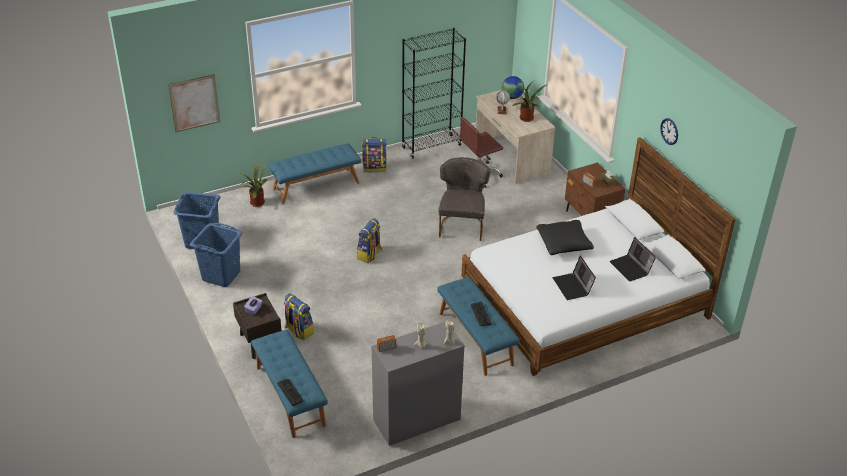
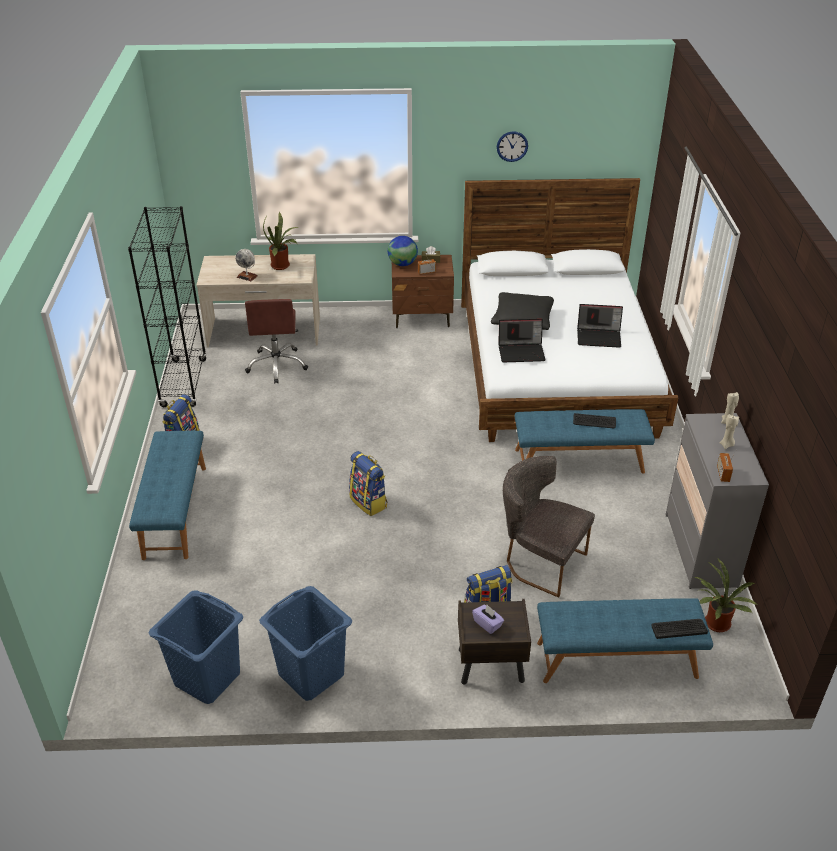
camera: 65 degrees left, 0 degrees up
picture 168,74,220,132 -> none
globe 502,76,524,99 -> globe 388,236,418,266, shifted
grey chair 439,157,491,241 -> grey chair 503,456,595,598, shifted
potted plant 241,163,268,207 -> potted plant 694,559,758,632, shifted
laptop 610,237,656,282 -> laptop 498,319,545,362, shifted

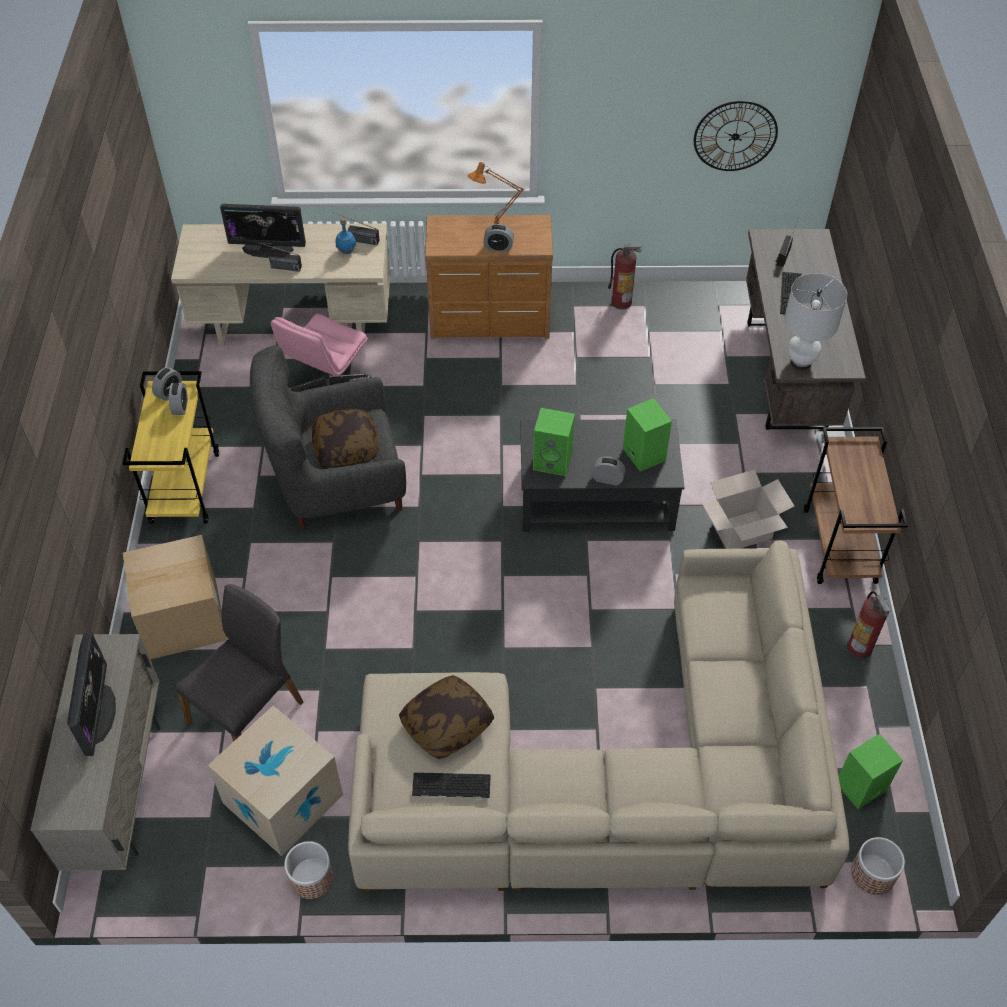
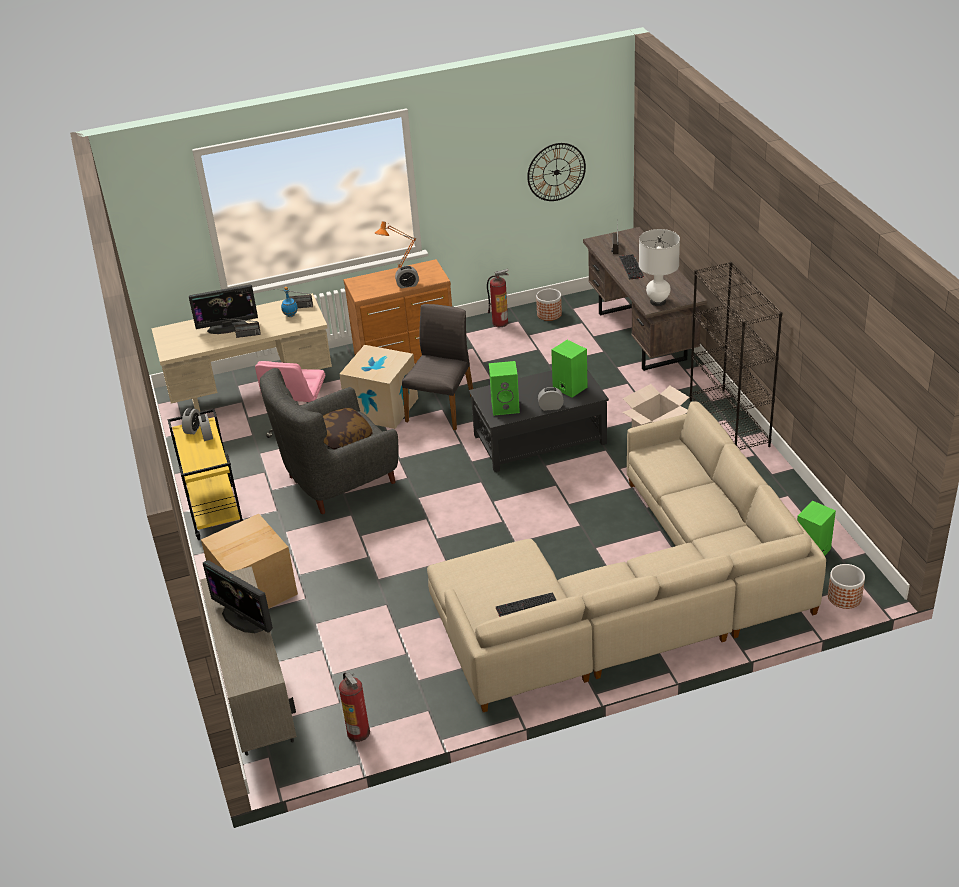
camera: 15 degrees left, 15 degrees down
brown cart 804,427,908,584 -> black bookcase 690,262,782,450
grey chair 175,584,303,742 -> grey chair 402,304,473,430, shifted
fire extinguisher 847,591,891,659 -> fire extinguisher 339,672,370,742, shifted
monitor 67,632,116,756 -> monitor 203,560,273,633, 150 degrees clockwise
pillow 399,675,494,759 -> none
cardboard box 208,706,343,856 -> cardboard box 339,345,418,429, shifted
planter 284,841,333,899 -> planter 536,289,562,321, shifted

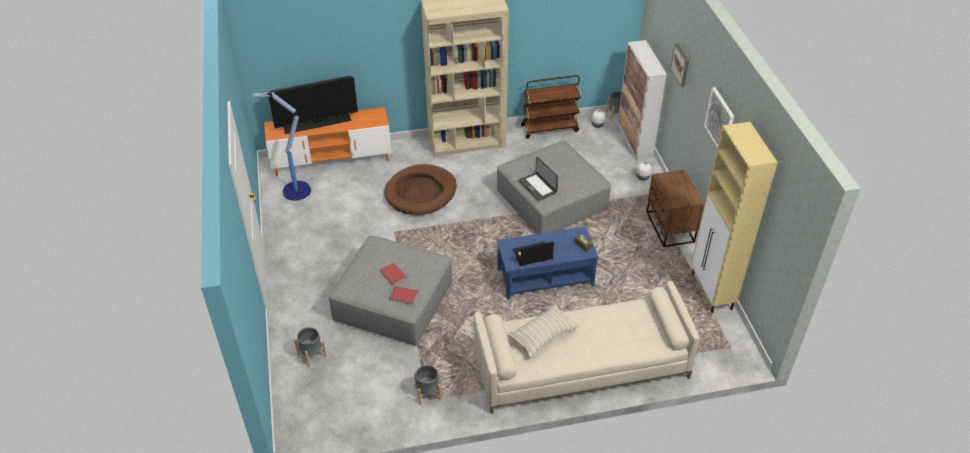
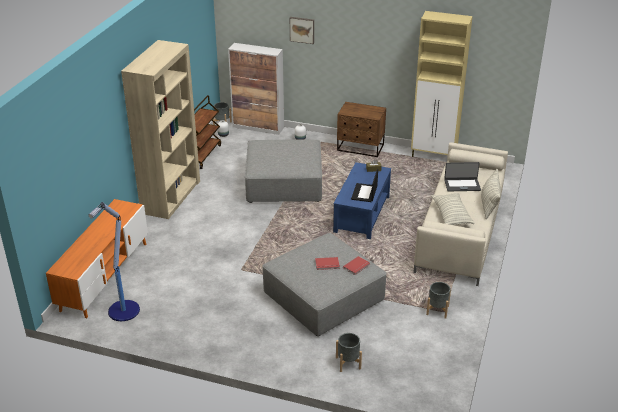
camera: 60 degrees left, 10 degrees down
television 268,76,358,134 -> none
picture 704,87,734,147 -> none
laptop 518,156,558,201 -> laptop 444,162,481,191, shifted
brown dog bed 384,164,457,215 -> none
none -> pillow 481,169,501,219

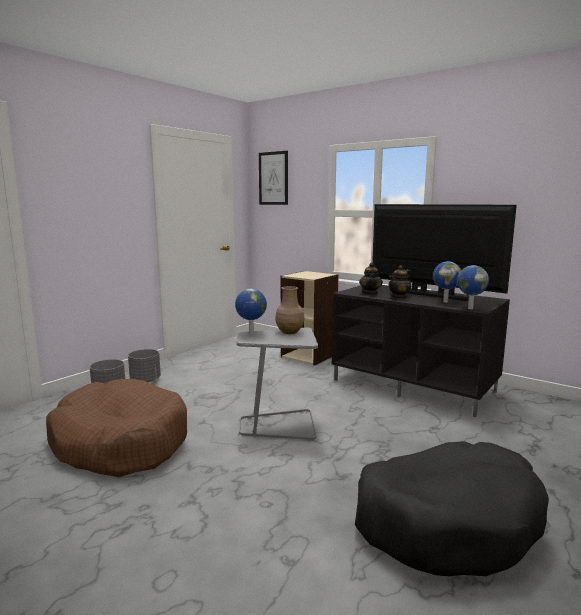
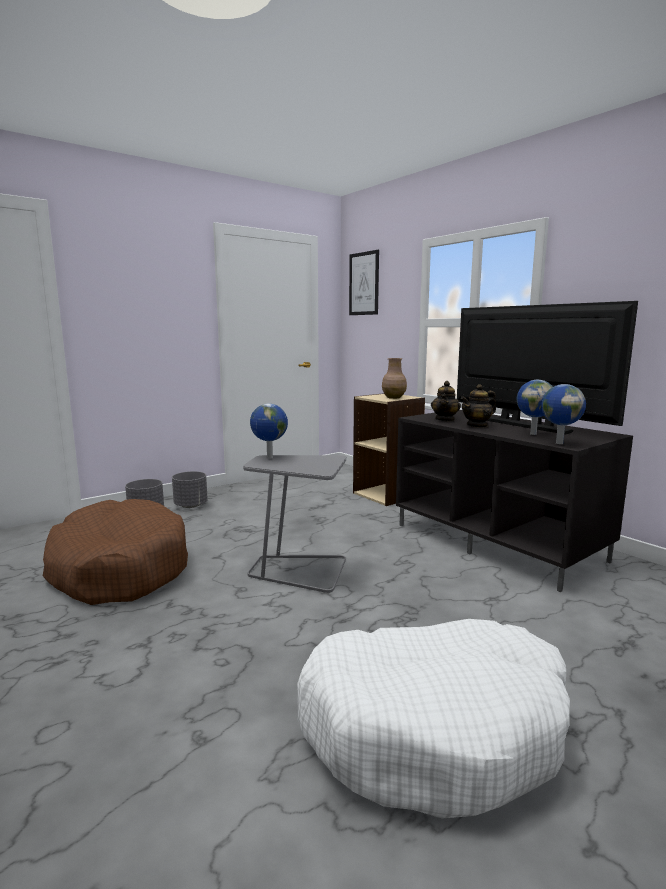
camera: 15 degrees right, 0 degrees up
brown vase 275,286,304,334 -> brown vase 382,358,407,399, shifted
black dog bed 355,441,549,576 -> white dog bed 297,619,570,819

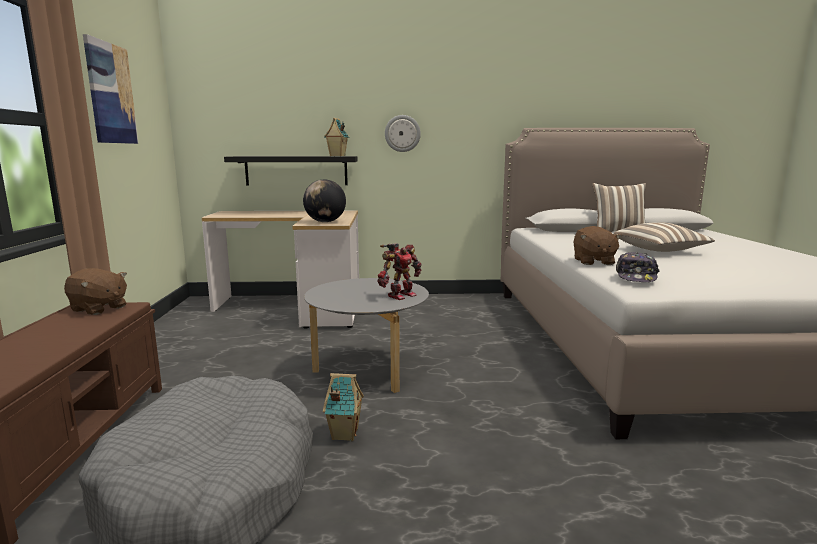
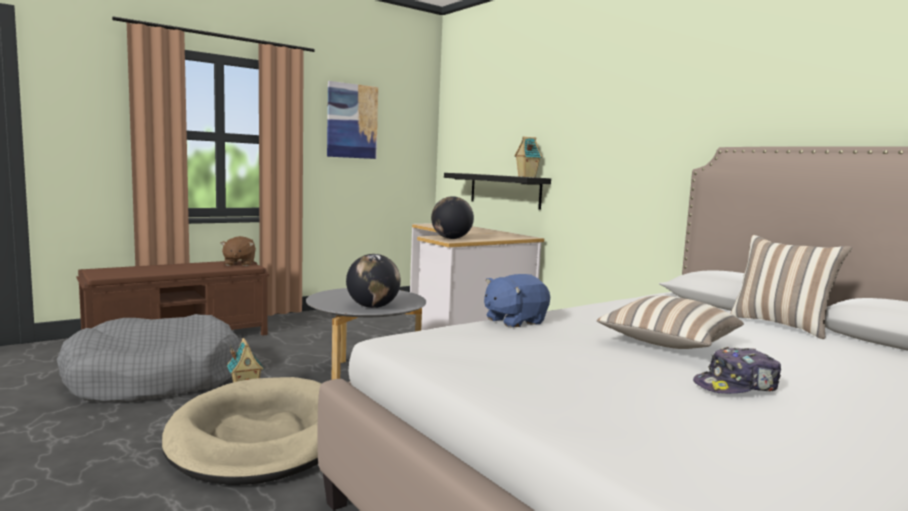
camera: 55 degrees right, 5 degrees down
wall clock 385,115,421,152 -> none
brown plush toy 573,226,622,265 -> blue plush toy 484,274,550,328
toy robot 378,243,422,300 -> globe 346,254,401,308
cap 616,252,660,282 -> cap 693,347,781,394, shifted
none -> beige dog bed 162,377,322,485

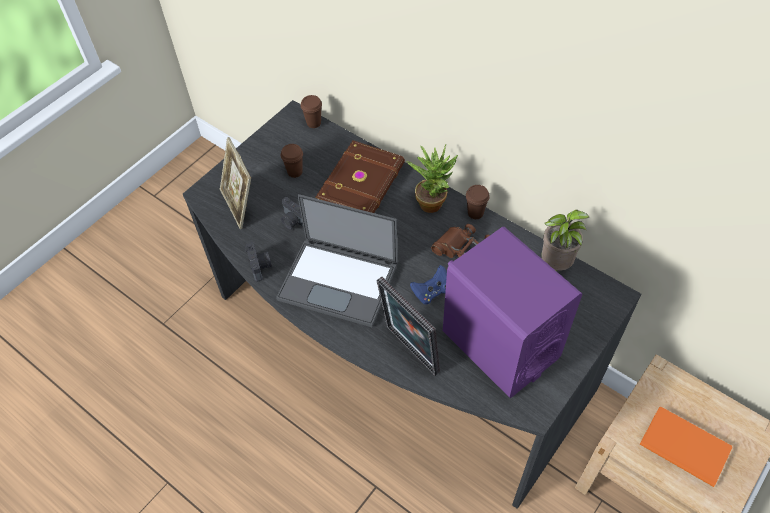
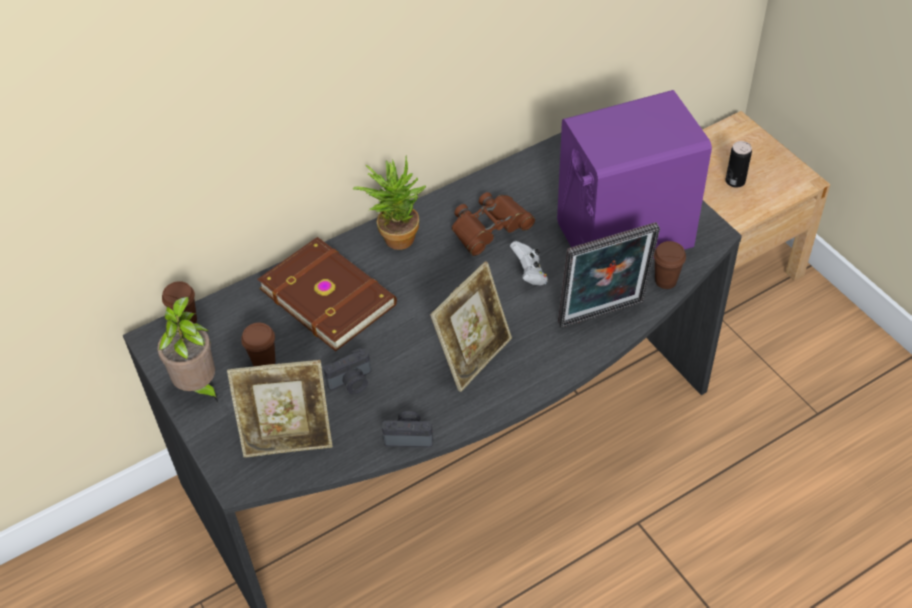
camera: 70 degrees left, 5 degrees down
brown cup 466,185,490,219 -> brown cup 654,241,686,289, shifted
laptop 276,194,398,327 -> picture frame 430,261,512,392
potted plant 541,210,590,271 -> potted plant 157,297,218,403, shifted
blue game controller 410,265,447,305 -> white game controller 510,241,548,285
orange book 640,407,732,487 -> can 725,141,752,188

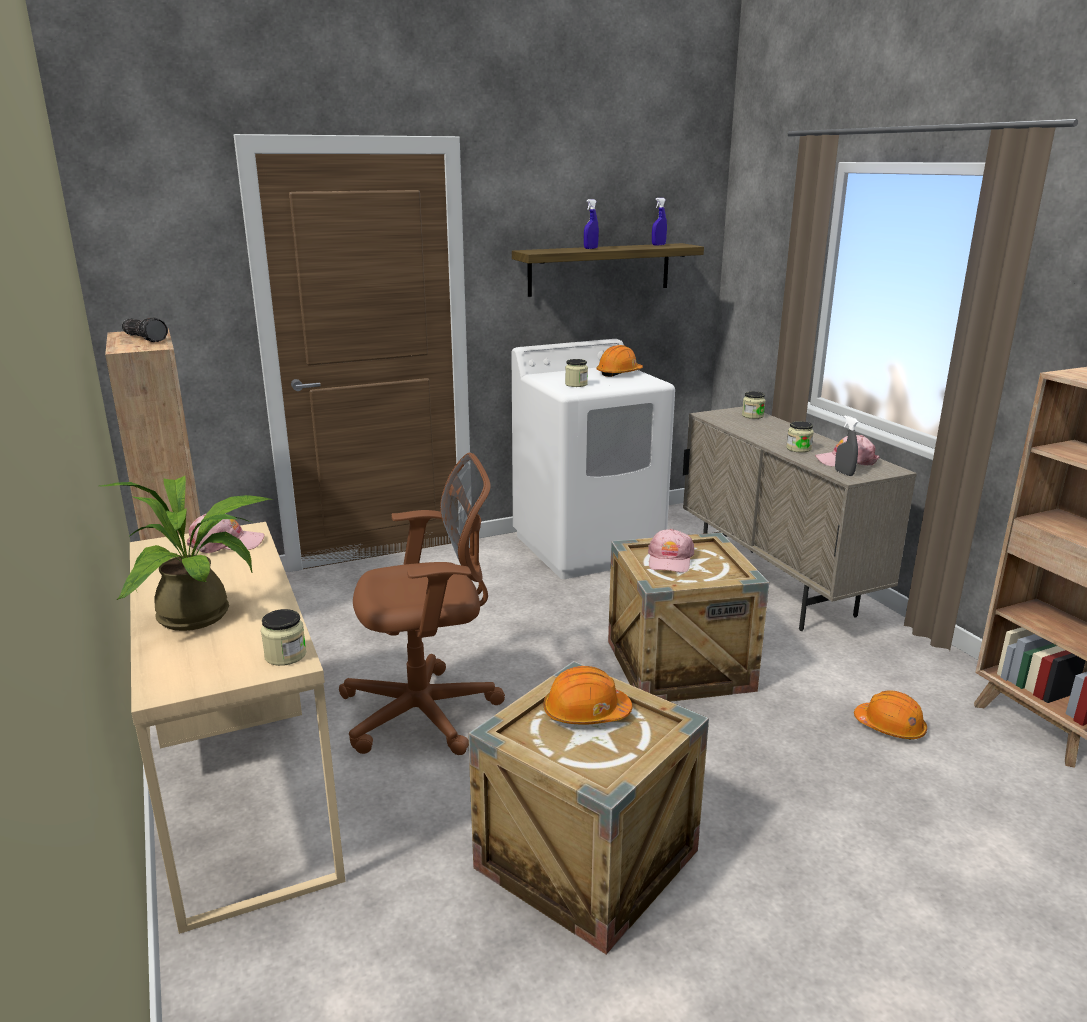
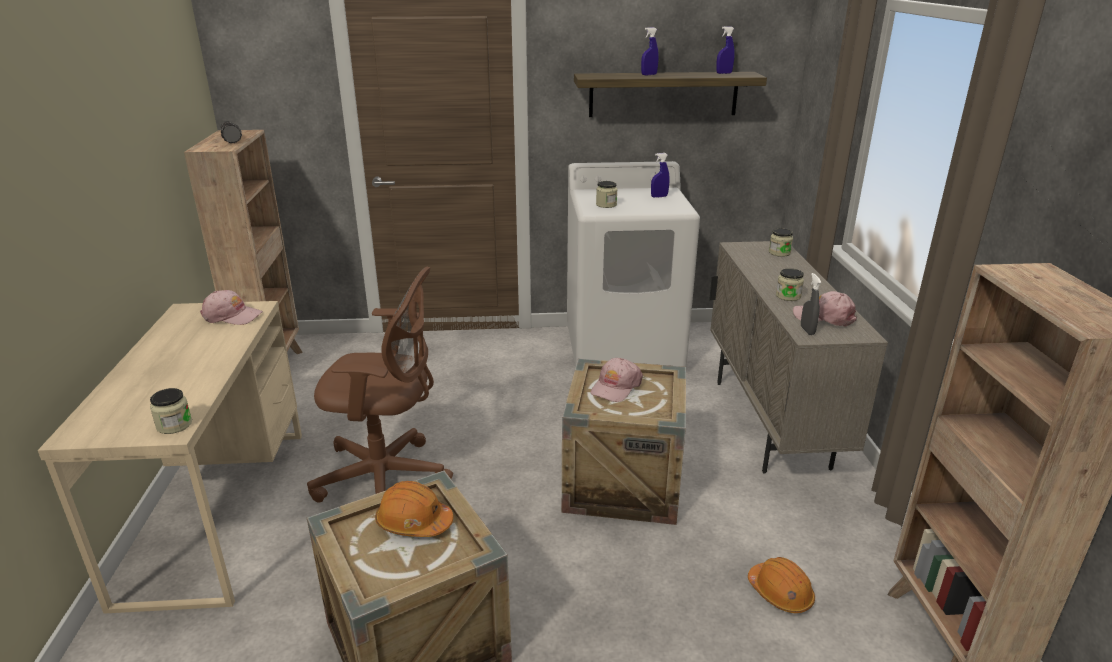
camera: 20 degrees right, 5 degrees up
orange hard hat 596,345,643,377 -> blue spray bottle 651,153,670,198
potted plant 99,476,273,631 -> none

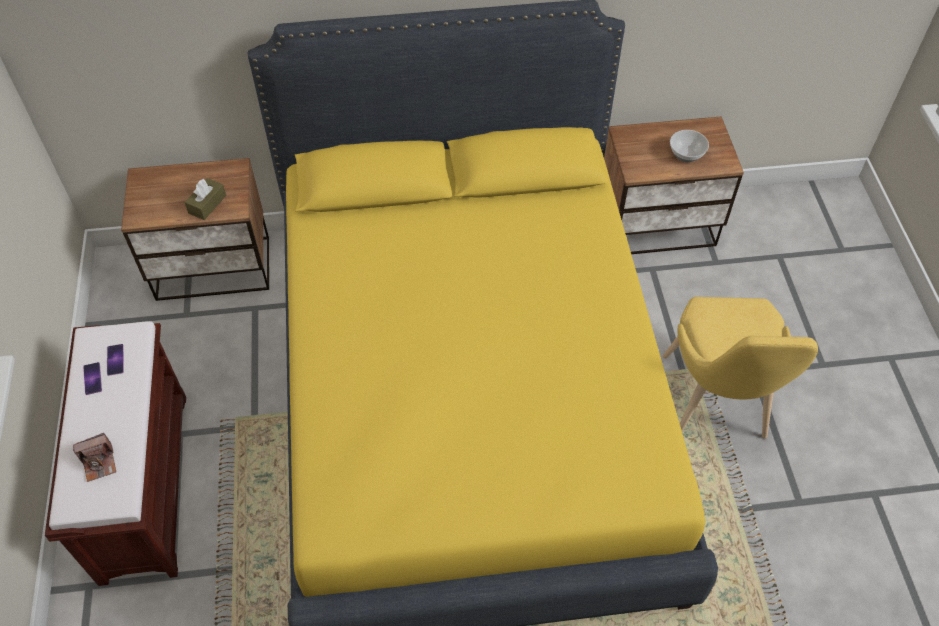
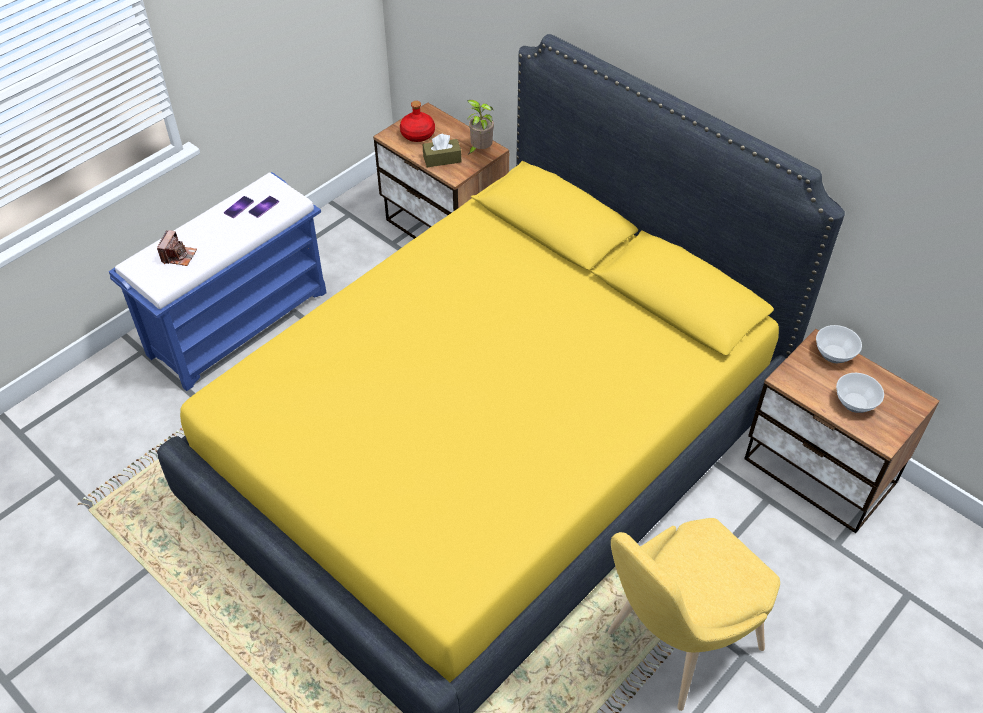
camera: 50 degrees right, 5 degrees down
brown bench 45,321,186,586 -> blue bench 109,172,327,391
photo camera 73,433,116,482 -> photo camera 157,230,197,266, 105 degrees counterclockwise
none -> potted plant 467,100,494,154
none -> red bottle 400,101,435,142
none -> bowl 816,325,862,363

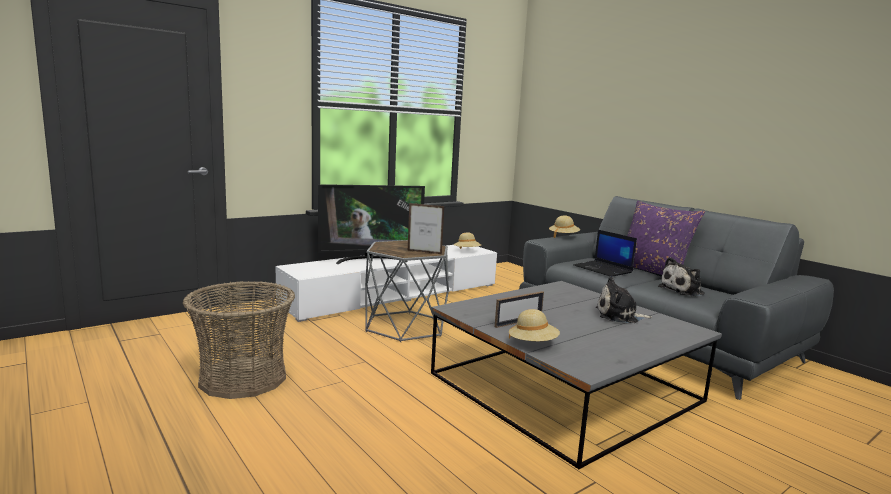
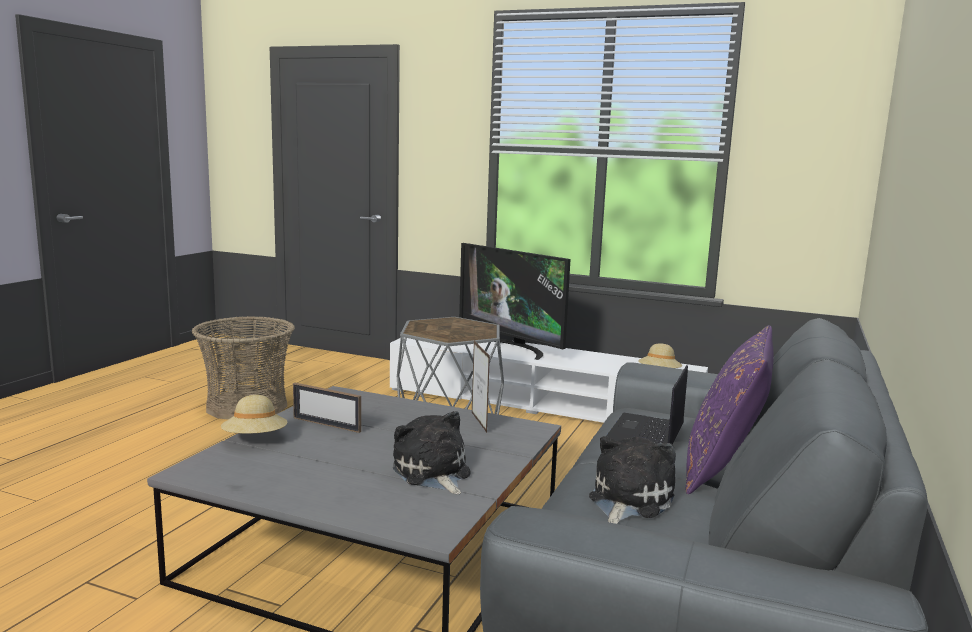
camera: 60 degrees right, 0 degrees up
picture frame 408,203,444,254 -> picture frame 472,341,490,433, shifted
beige hat 549,216,580,238 -> none
plush toy 658,257,705,296 -> plush toy 589,436,676,524, 90 degrees clockwise

